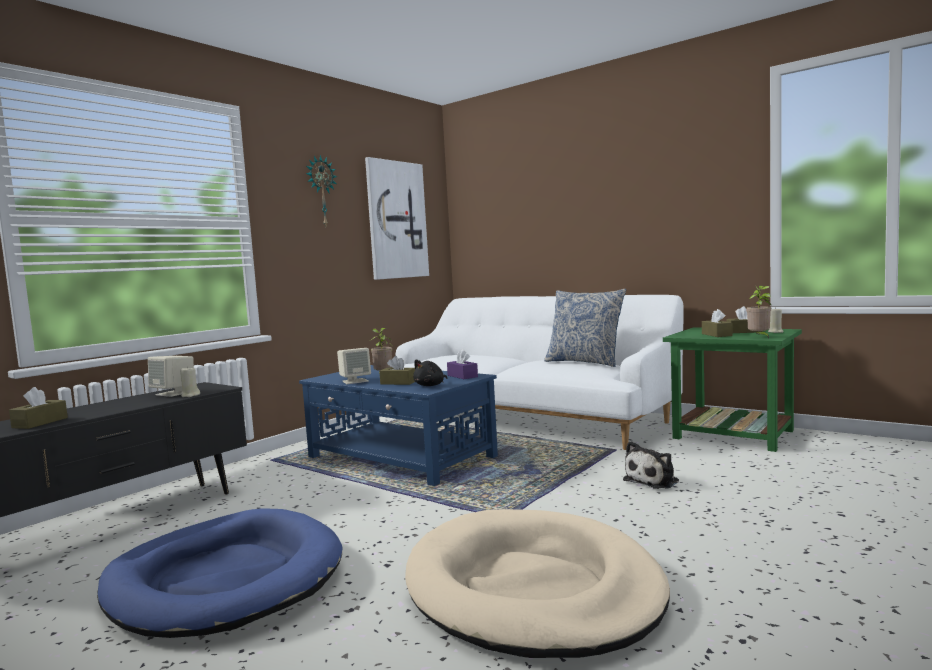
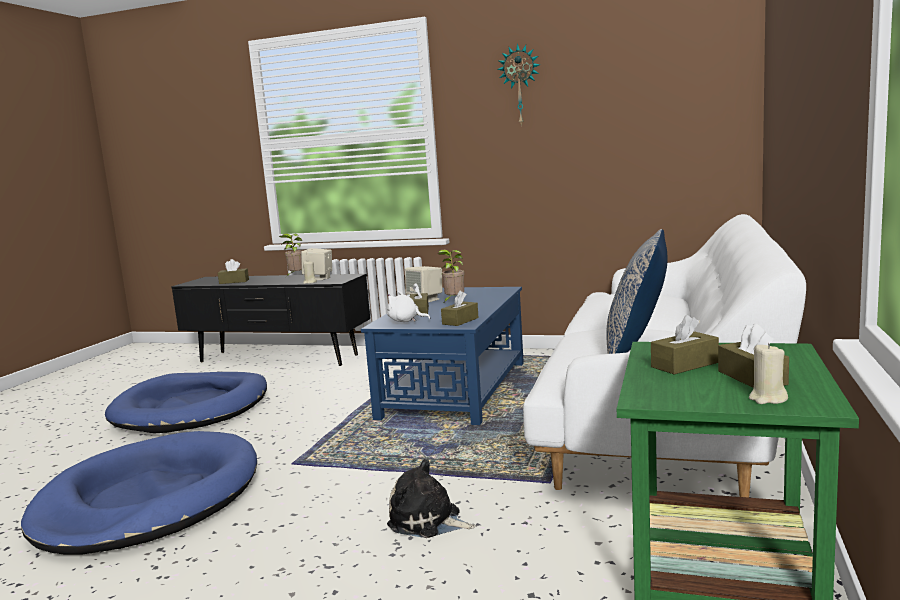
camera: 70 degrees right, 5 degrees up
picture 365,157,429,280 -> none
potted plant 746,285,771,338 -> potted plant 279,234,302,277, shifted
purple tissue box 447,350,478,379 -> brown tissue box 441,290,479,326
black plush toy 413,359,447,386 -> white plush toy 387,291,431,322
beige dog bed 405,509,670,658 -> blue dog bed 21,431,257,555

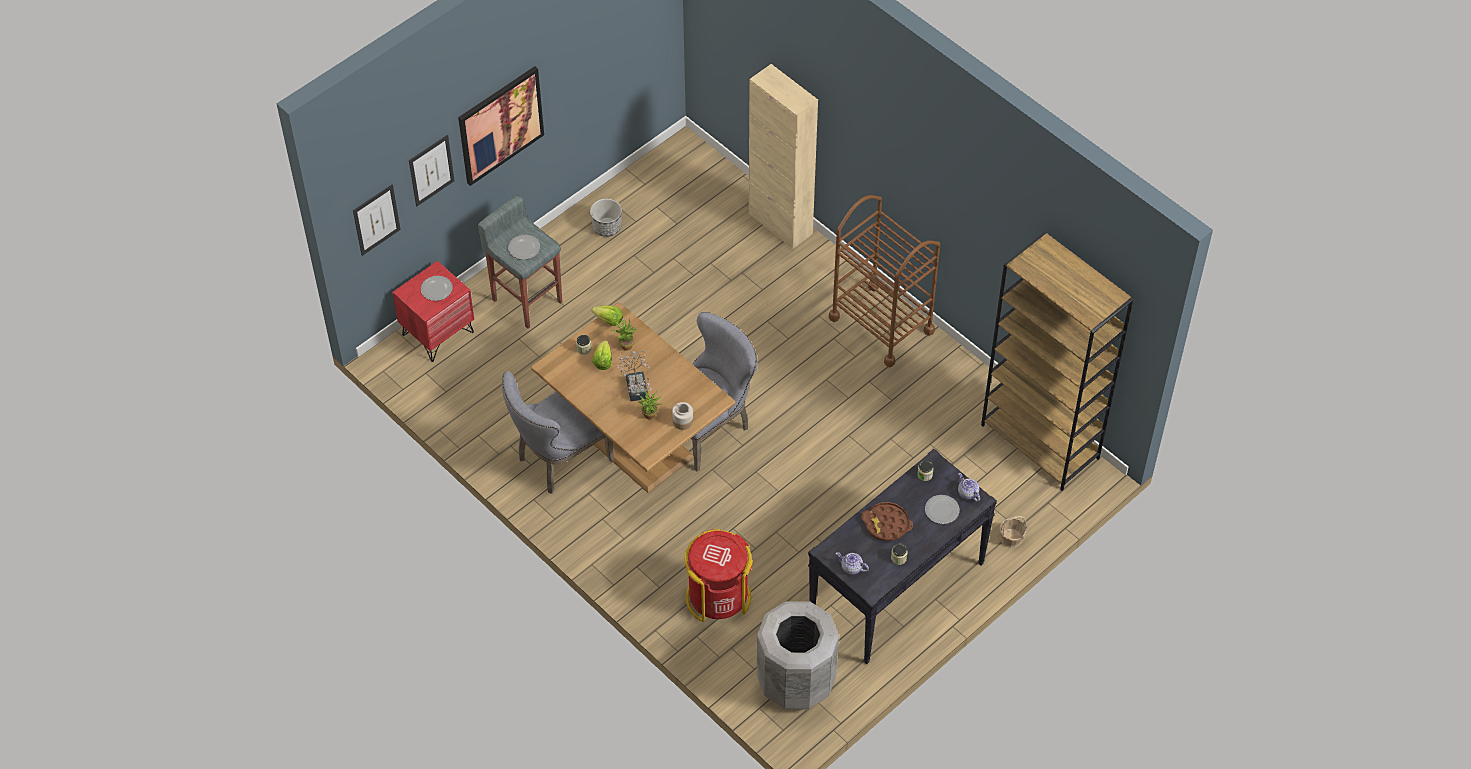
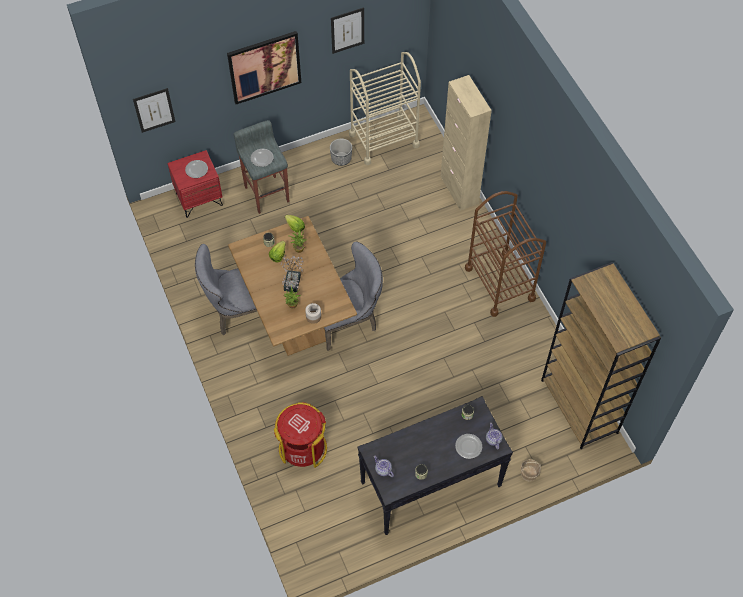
camera: 20 degrees right, 5 degrees up
picture 409,135,455,206 -> picture 331,7,364,54, shifted
brown tray 861,502,913,541 -> none
grey trash can 757,601,839,710 -> none
none -> beige cart 349,52,421,165

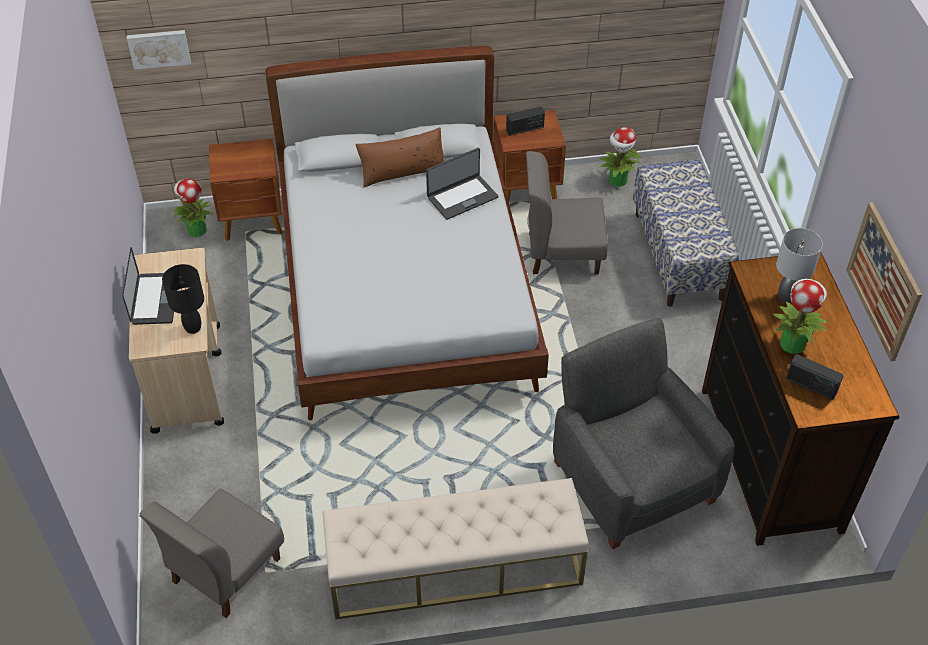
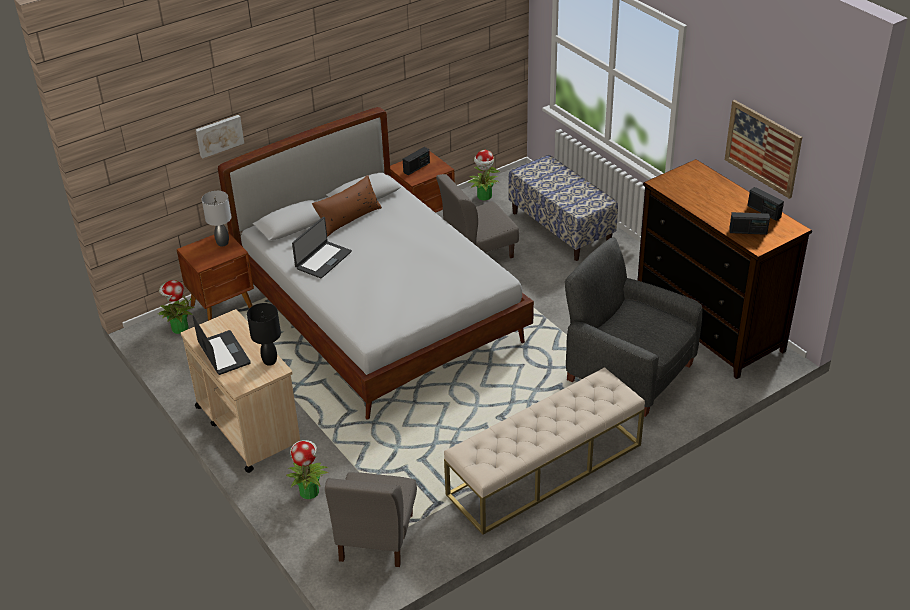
camera: 25 degrees left, 10 degrees down
picture 127,30,191,70 -> picture 196,115,244,159, shifted
laptop 426,148,499,220 -> laptop 292,217,352,278, shifted
grey table lamp 776,228,823,303 -> grey table lamp 202,191,232,246, shifted
potted plant 773,279,829,354 -> potted plant 286,440,328,499, shifted
none -> radio 748,187,784,221

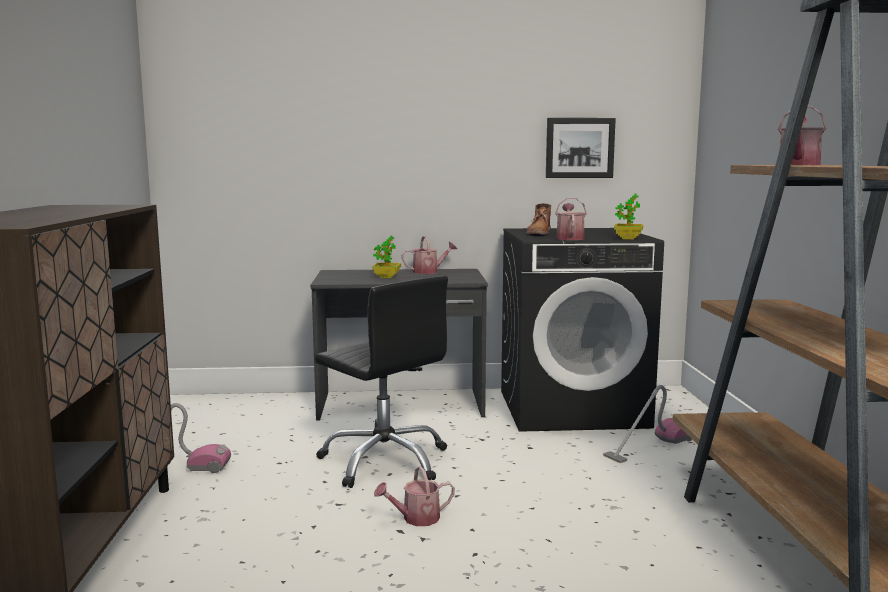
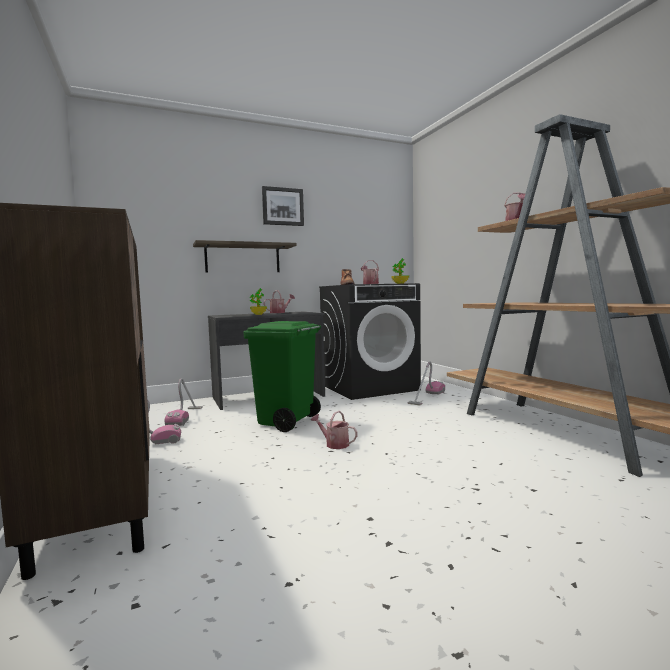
camera: 20 degrees left, 5 degrees down
picture 546,118,616,178 -> picture 262,186,304,226, shifted
black office chair 315,276,448,488 -> green trash can 243,321,321,432
watering can 374,466,455,526 -> watering can 311,411,358,449, 75 degrees clockwise
none -> shelf 193,240,296,272
none -> vacuum cleaner 165,378,203,426

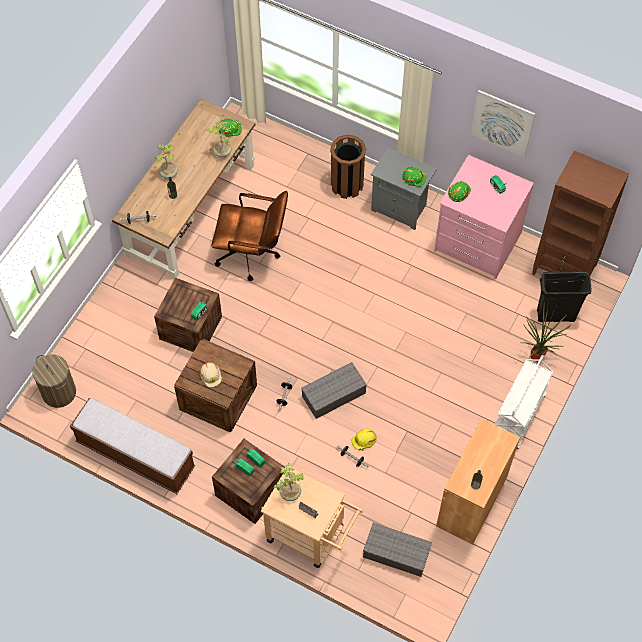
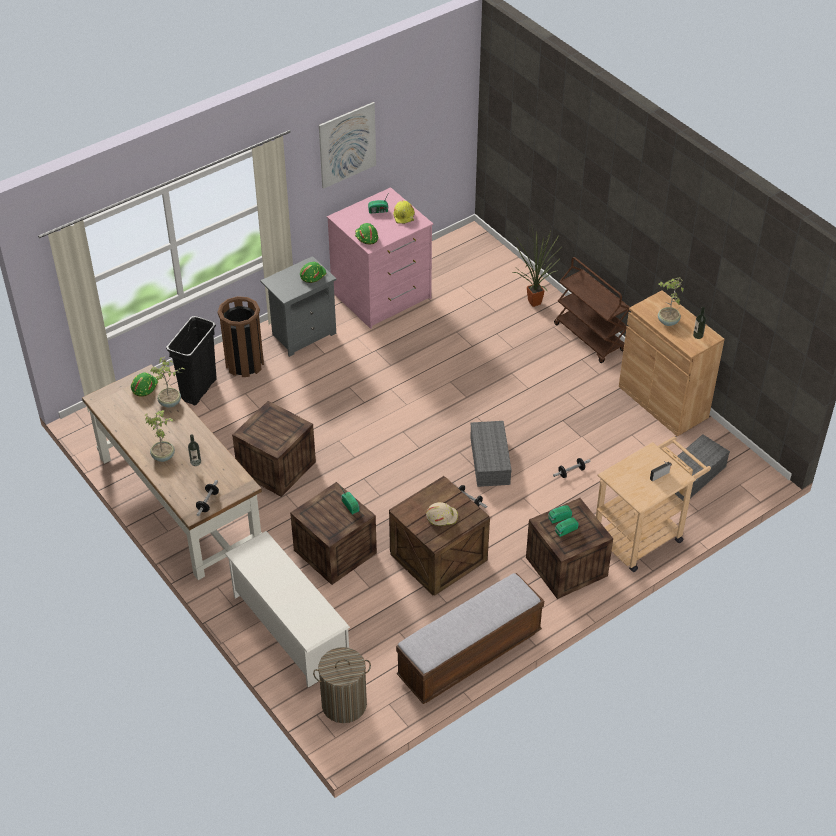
camera: 65 degrees left, 15 degrees down
brown bookcase 532,150,629,276 -> none
brown office chair 211,191,288,281 -> crate 232,401,316,497
black trash can 537,272,591,322 -> black trash can 166,316,217,406, shifted
white cart 495,355,553,449 -> brown cart 554,257,630,363
yellow hard hat 351,429,377,451 -> yellow hard hat 393,200,415,224, shifted
potted plant 273,463,304,501 -> potted plant 658,278,684,326, shifted
none -> white shoe rack 225,531,350,687

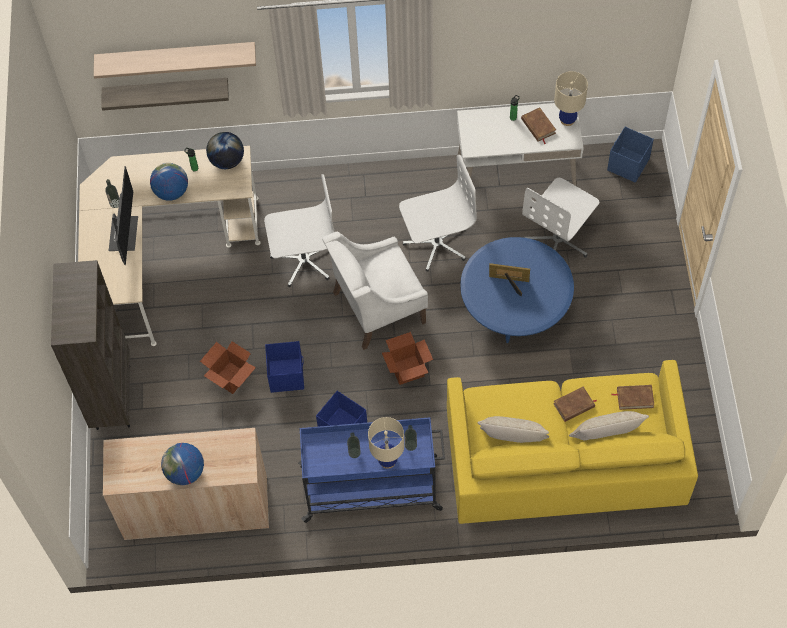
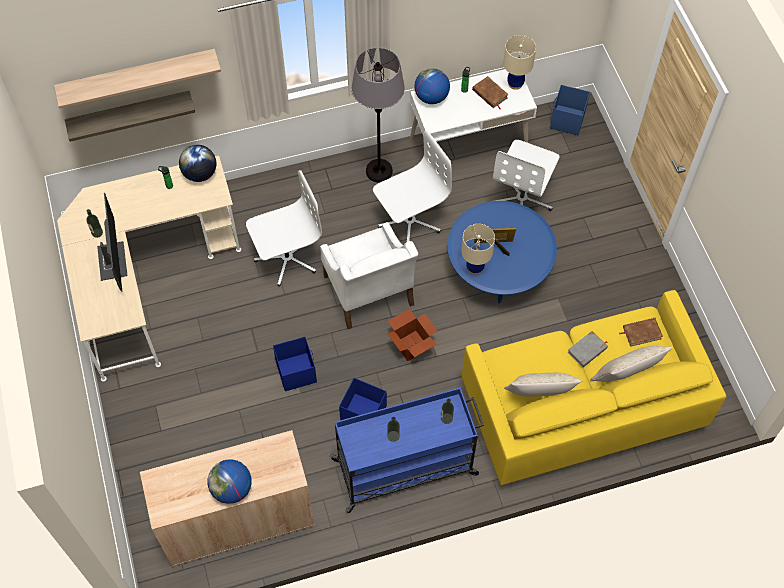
camera: 15 degrees left, 0 degrees up
globe 150,163,188,201 -> globe 414,68,450,104, shifted
white armchair 322,231,428,350 -> white armchair 320,222,418,329, 75 degrees counterclockwise
brown bookcase 51,260,130,430 -> none
cardboard box 200,341,256,394 -> none
brown book 553,387,597,422 -> grey book 567,331,608,368
beige table lamp 368,417,404,469 -> beige table lamp 461,224,495,275, shifted
none -> grey floor lamp 351,48,405,182

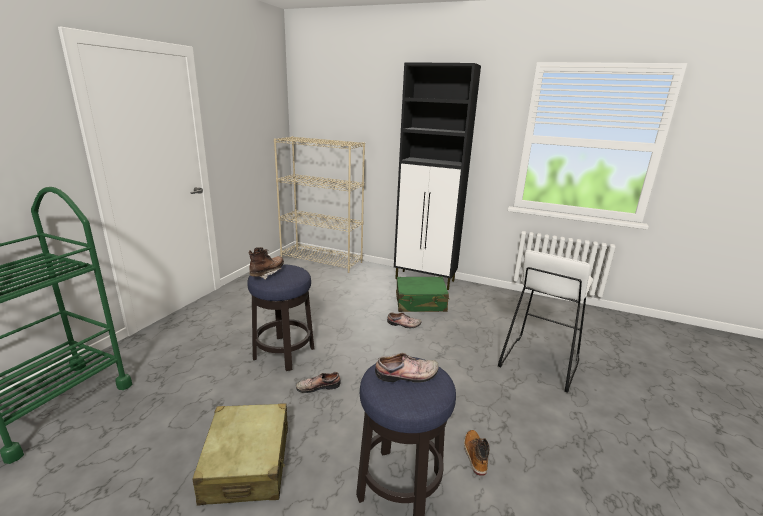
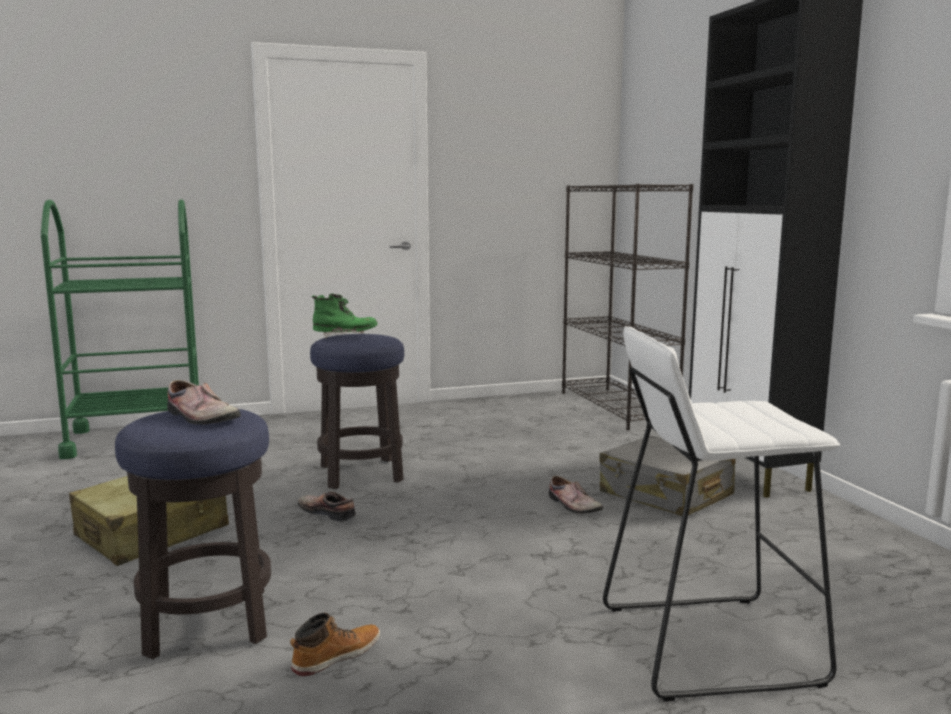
camera: 50 degrees right, 10 degrees down
beige bookcase 274,136,365,273 -> black bookcase 562,184,694,430
brown boot 249,247,284,280 -> green boot 312,294,378,339
green suitcase 396,277,450,312 -> grey suitcase 600,435,736,516

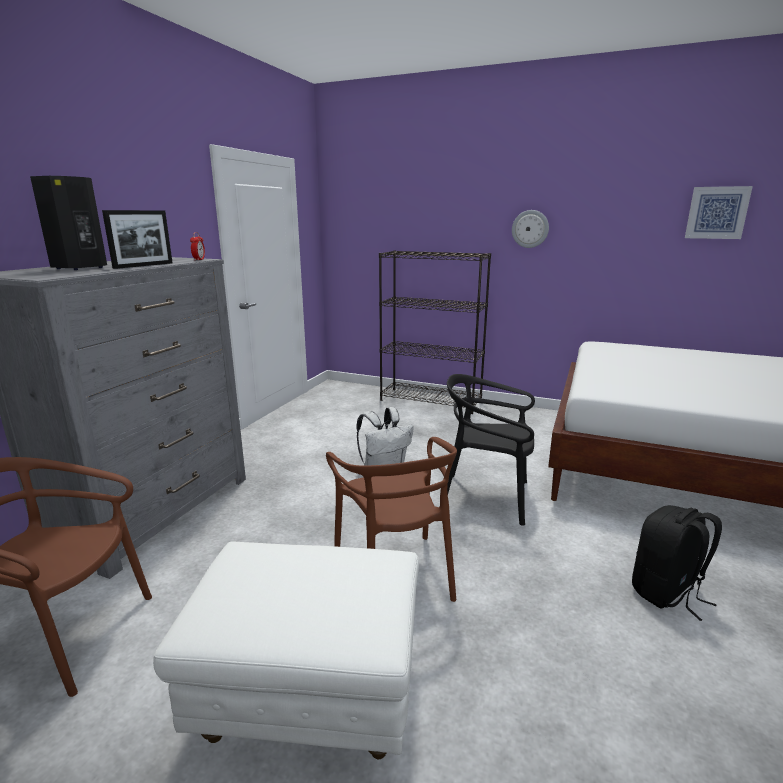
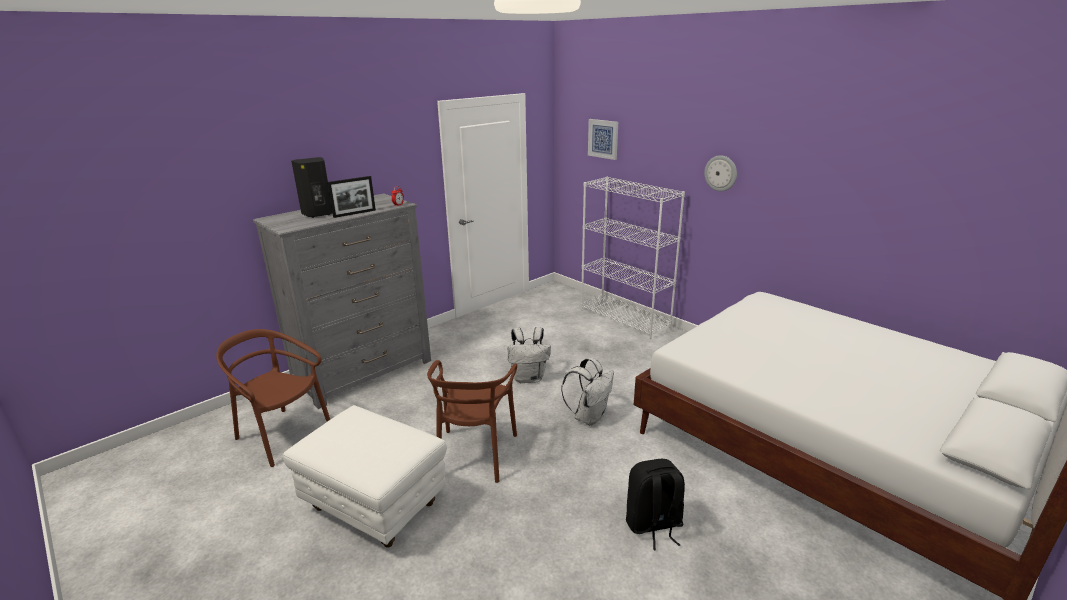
camera: 25 degrees right, 5 degrees up
picture 685,186,753,239 -> picture 588,119,618,160, shifted
black bookcase 379,250,491,414 -> white bookcase 581,177,685,339
black chair 447,374,535,526 -> white backpack 561,357,614,426

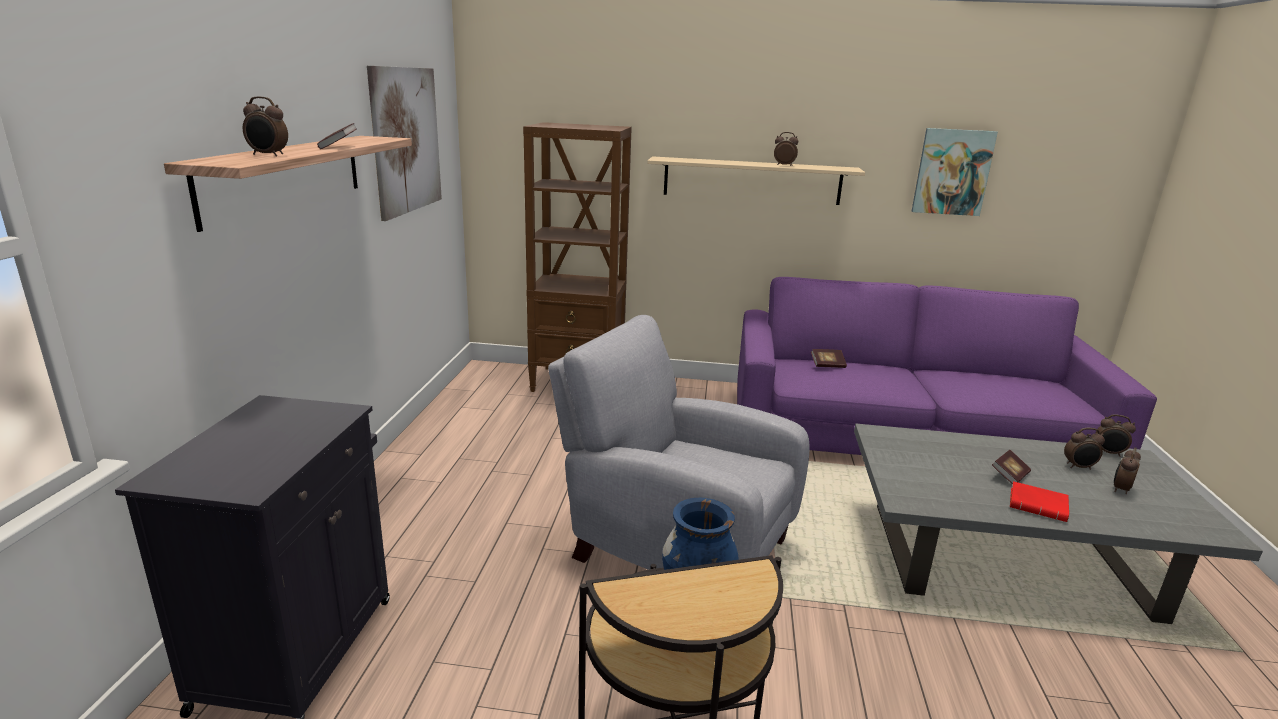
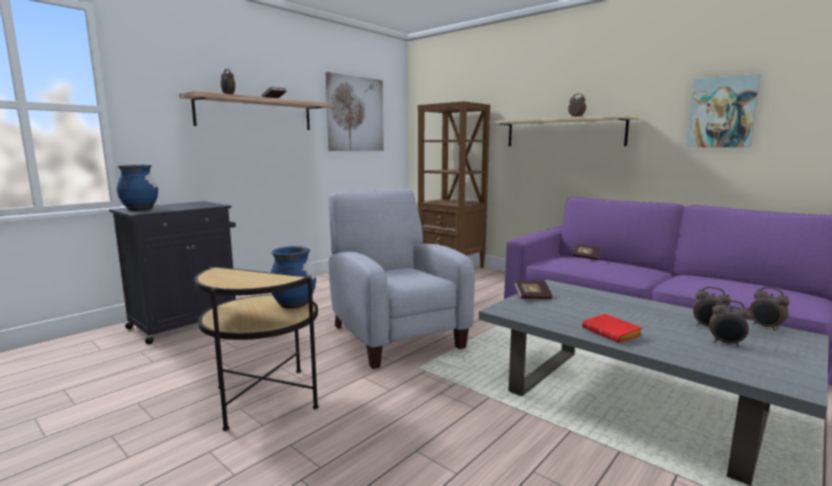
camera: 35 degrees right, 10 degrees down
alarm clock 1114,447,1141,494 -> alarm clock 709,300,751,347, 135 degrees counterclockwise
book 992,450,1031,484 -> book 514,281,553,299, shifted
none -> blue vase 116,165,158,211

